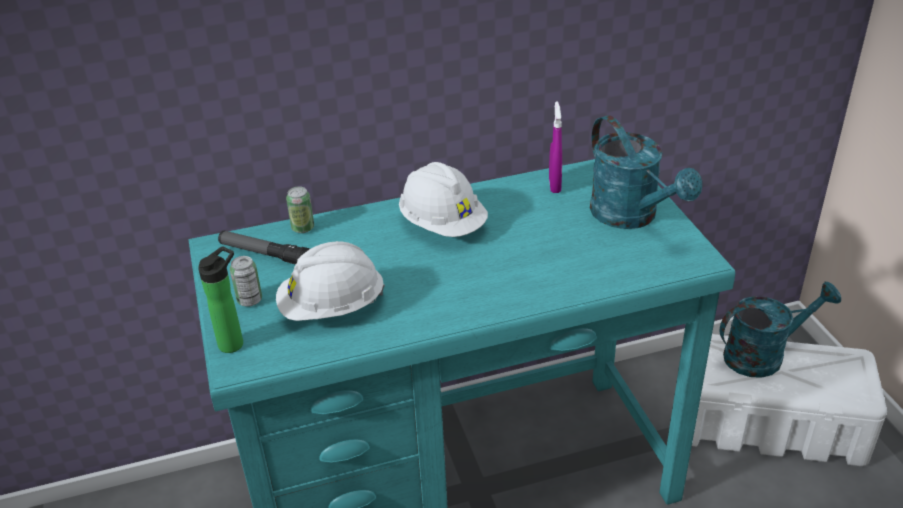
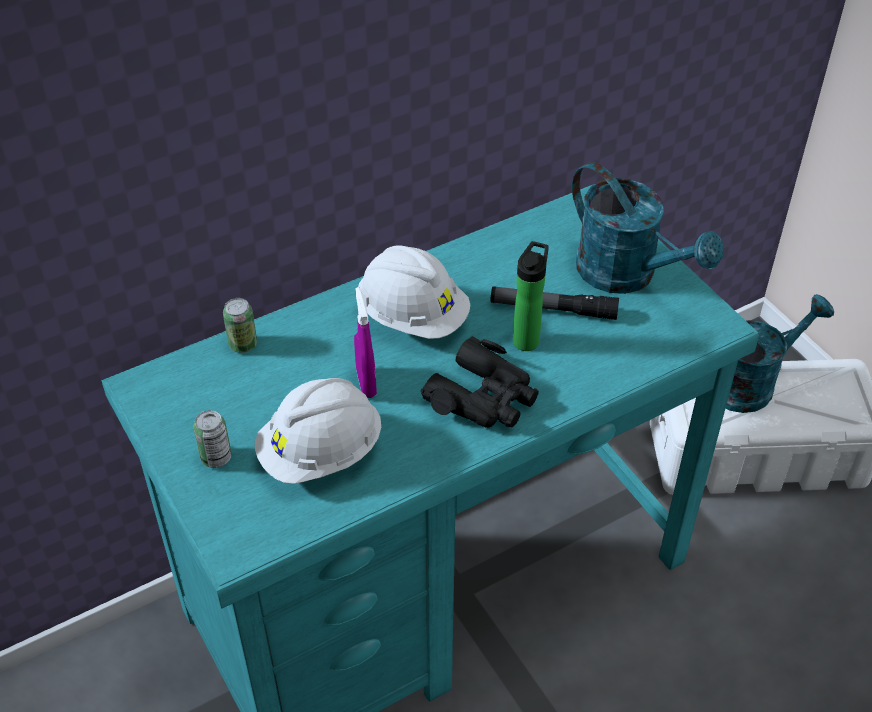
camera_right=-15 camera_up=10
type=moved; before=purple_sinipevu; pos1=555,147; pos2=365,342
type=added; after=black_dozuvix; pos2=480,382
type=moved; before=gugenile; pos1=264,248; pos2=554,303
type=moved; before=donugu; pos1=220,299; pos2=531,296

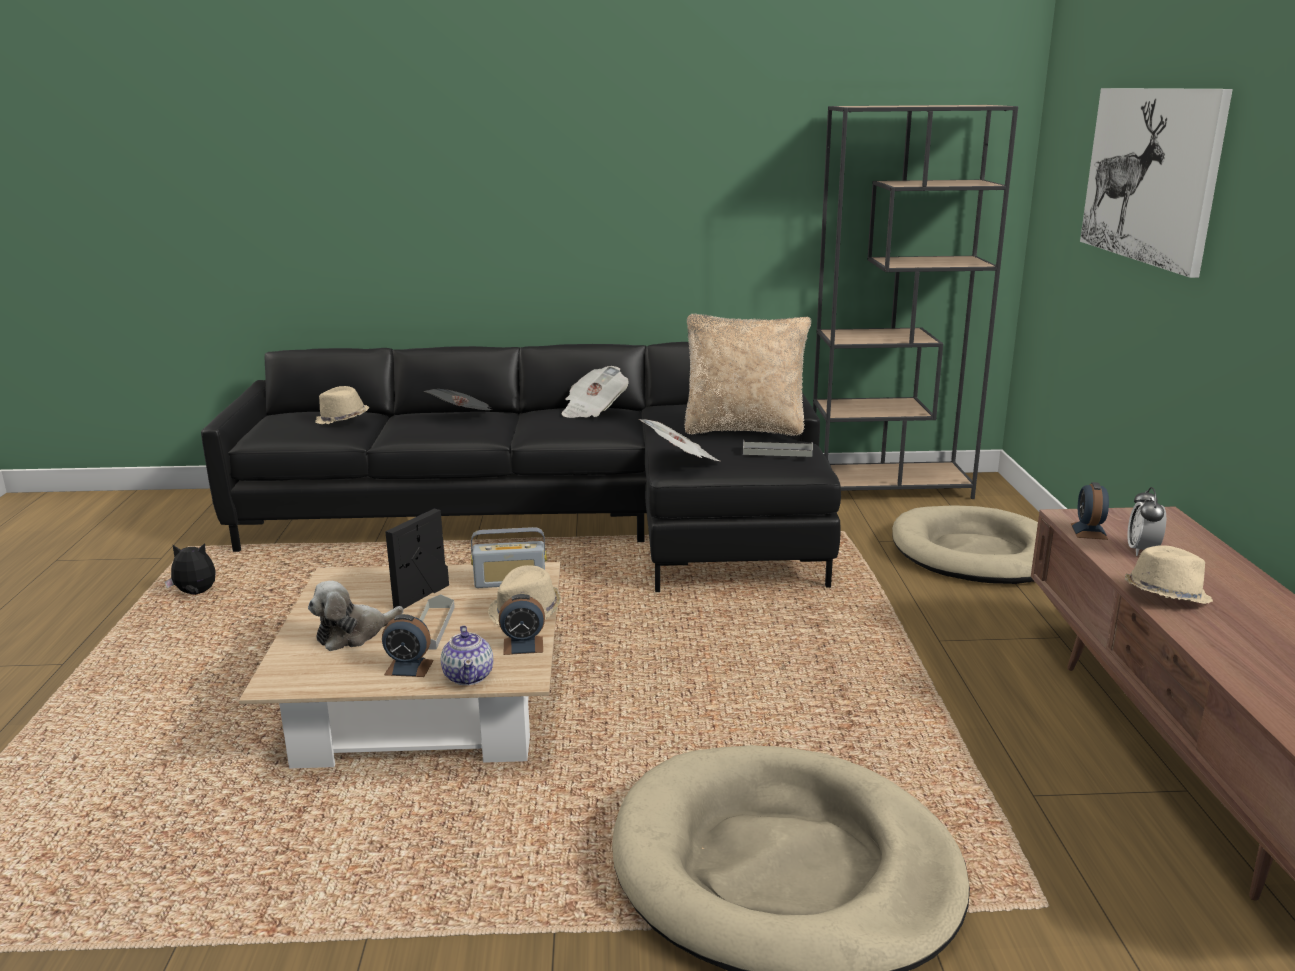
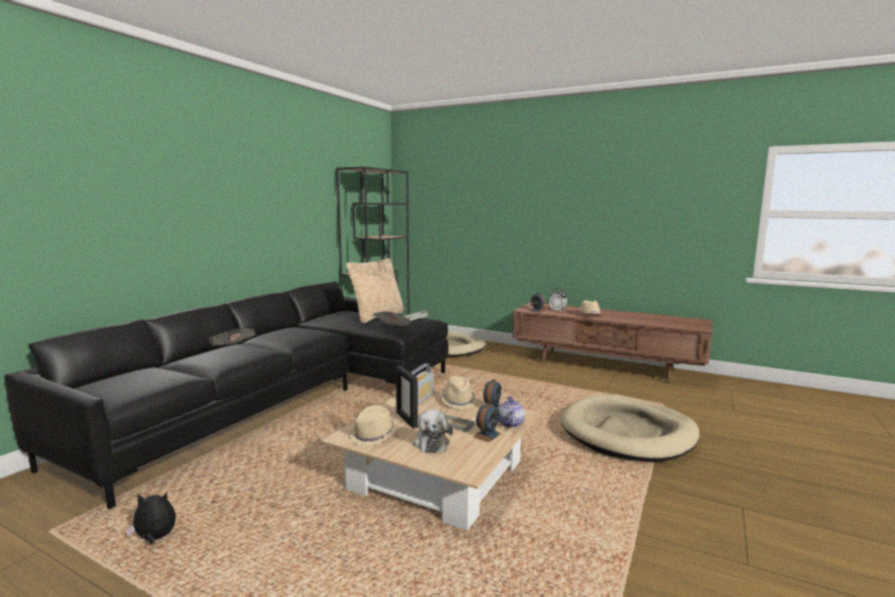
camera_right=-60 camera_up=-10
type=turned; before=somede; pos1=190,569; pos2=151,518; turn=60
type=moved; before=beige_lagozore; pos1=342,405; pos2=372,425
type=turned; before=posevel; pos1=467,655; pos2=511,412; turn=-105
type=removed; before=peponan; pos1=595,392
type=removed; before=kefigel; pos1=1156,183

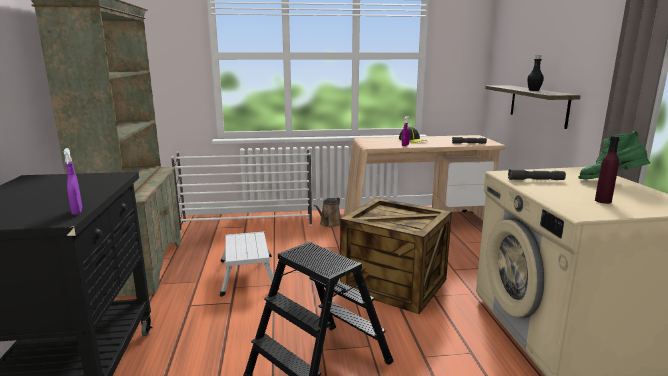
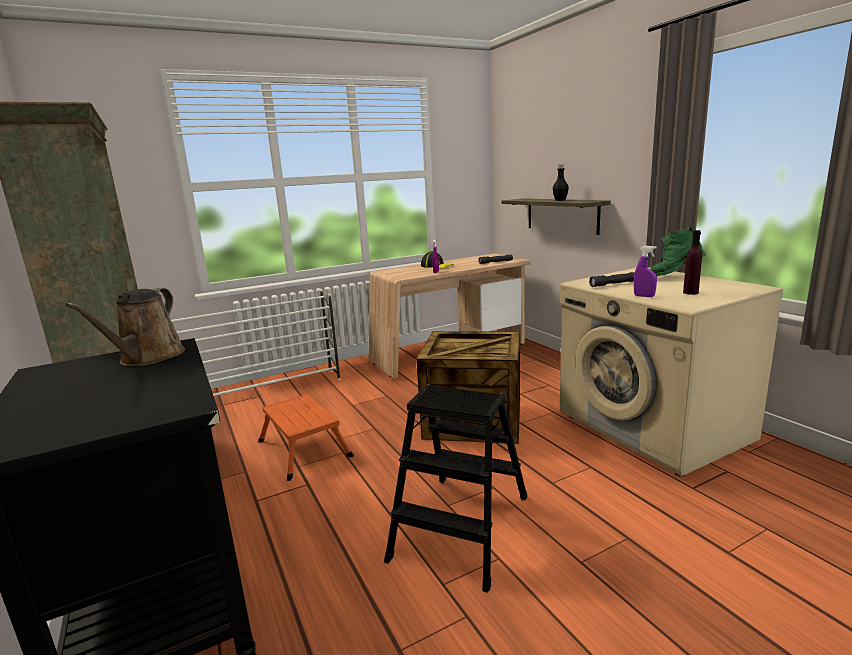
camera_right=-20 camera_up=0
type=moved; before=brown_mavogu; pos1=327,212; pos2=125,327
type=recoloured; before=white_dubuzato; after=orange_dubuzato; pos1=249,264; pos2=306,437
type=moved; before=purple_sinipevu; pos1=73,181; pos2=645,271

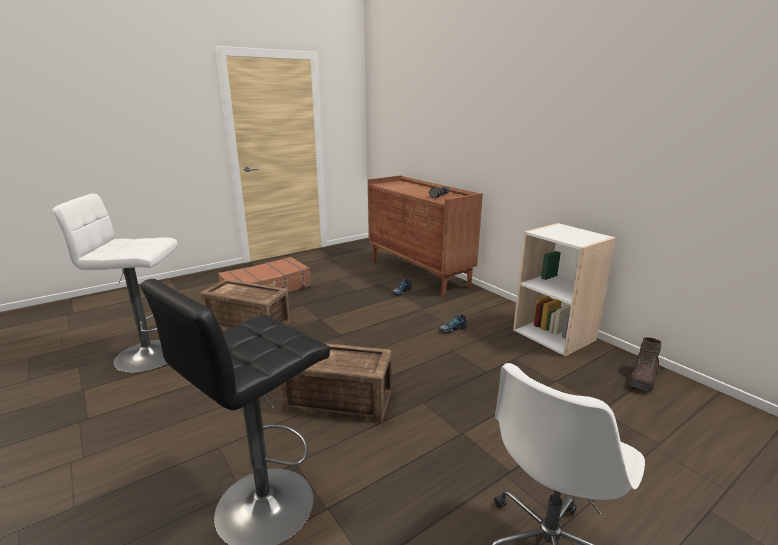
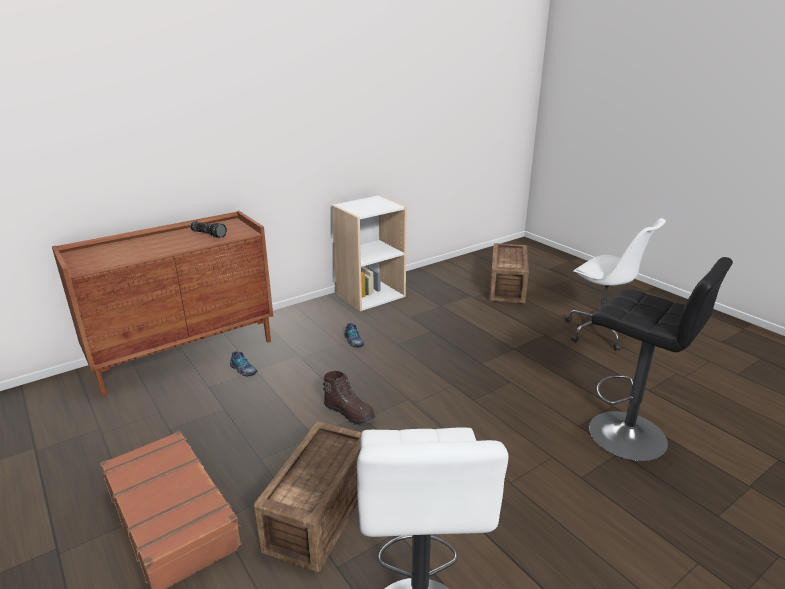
camera_right=-90 camera_up=5
type=moved; before=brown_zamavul; pos1=645,364; pos2=349,398
type=moved; before=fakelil; pos1=335,383; pos2=509,273

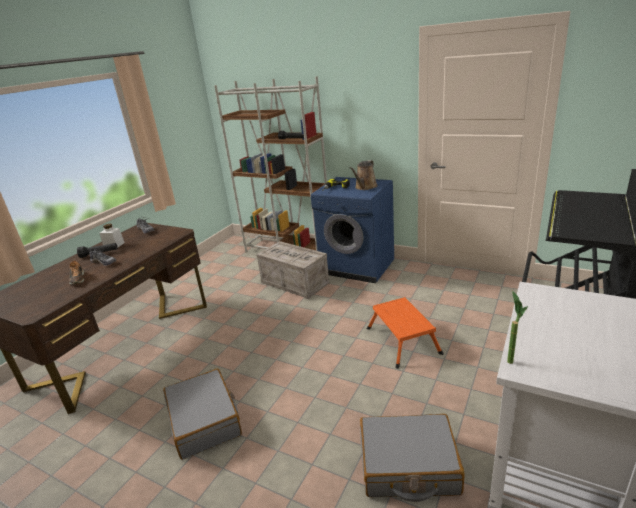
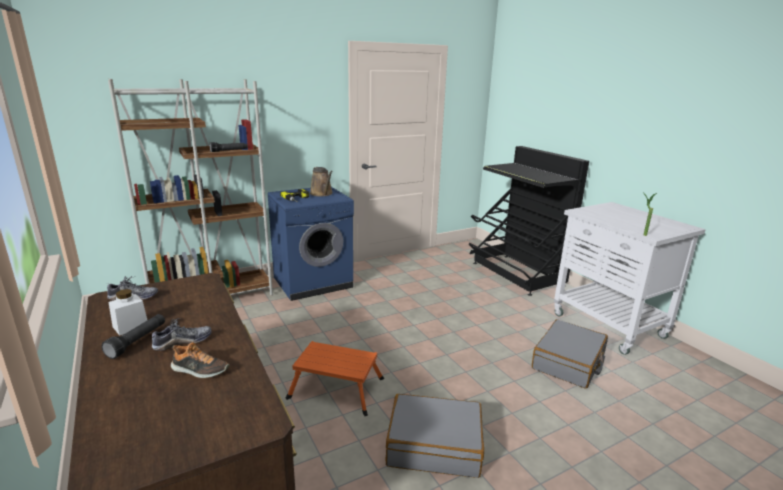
camera_right=-60 camera_up=-5
type=moved; before=orange_dubuzato; pos1=405,333; pos2=335,378
type=removed; before=fakelil; pos1=293,270

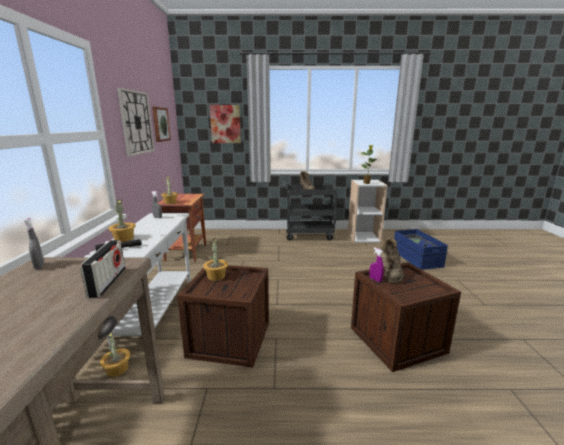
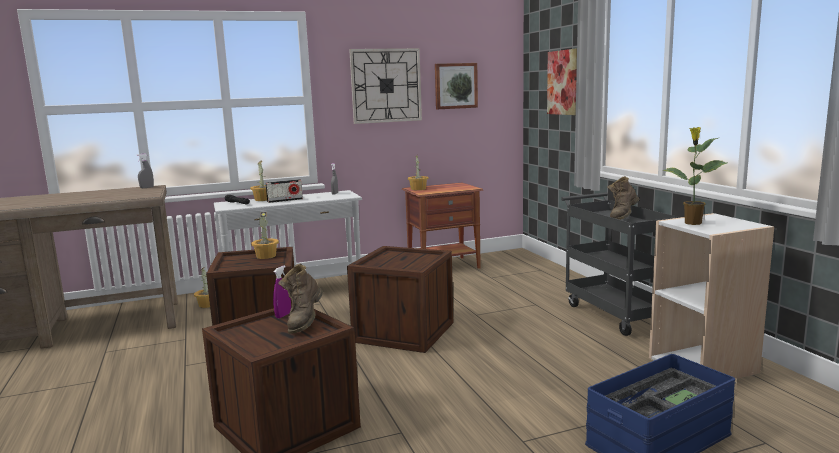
camera_right=70 camera_up=-5
type=moved; before=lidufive; pos1=102,269; pos2=284,191
type=turned; before=brown_zamavul; pos1=392,260; pos2=300,299; turn=-75
type=added; after=fakelil; pos2=400,299

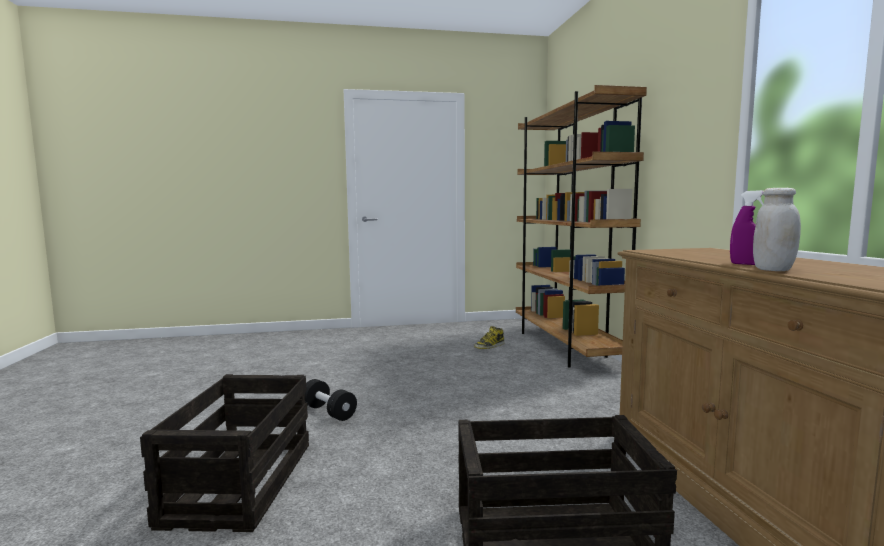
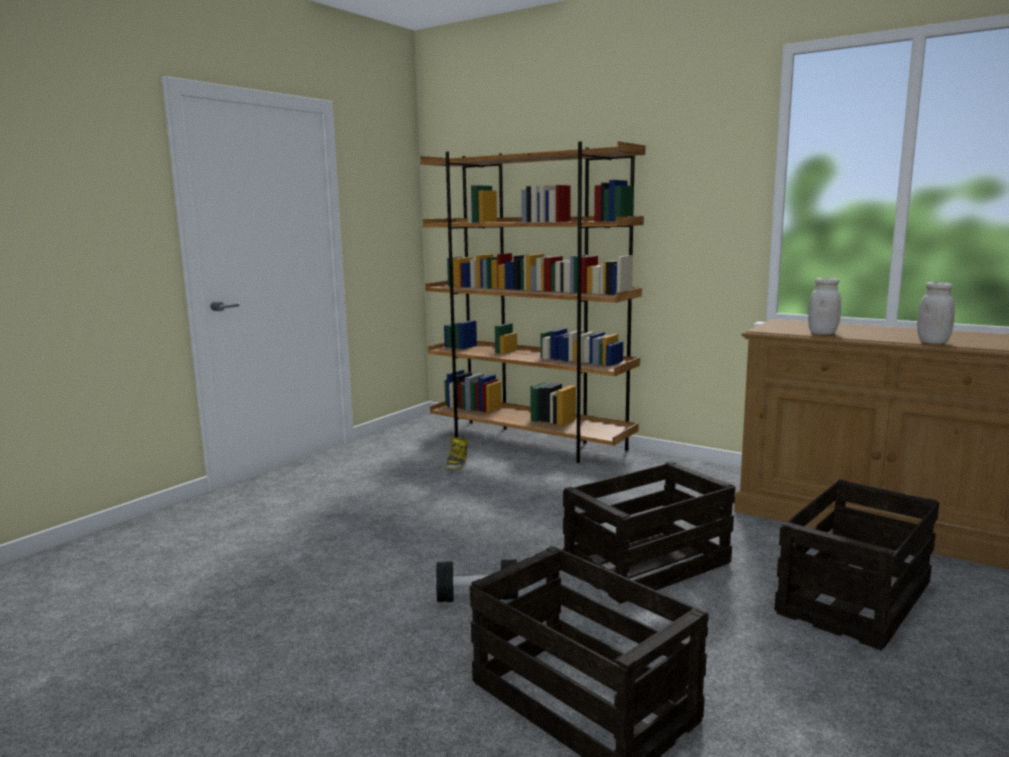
camera_right=-45 camera_up=5
type=added; after=fakelil; pos2=649,532
type=added; after=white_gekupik; pos2=824,306
type=removed; before=purple_sinipevu; pos1=746,227

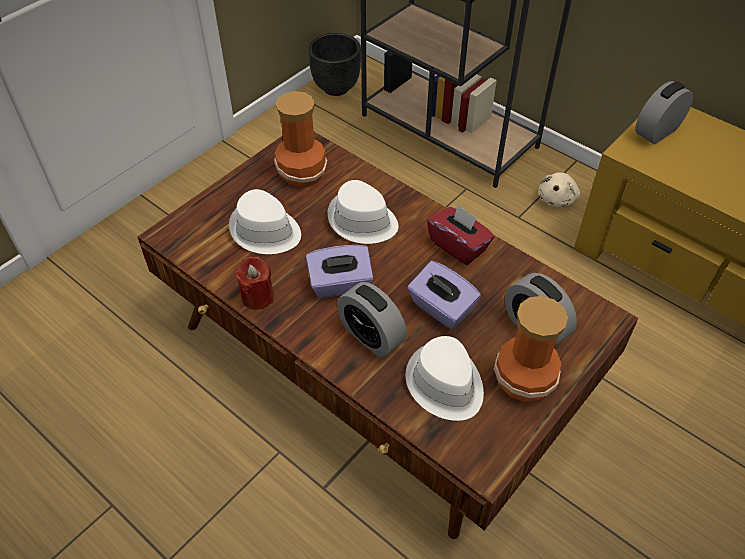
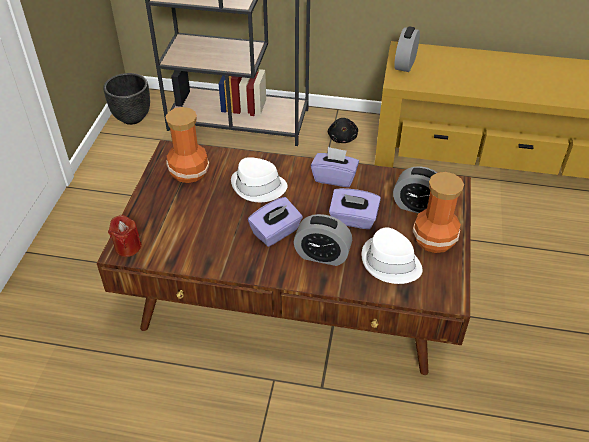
camera_right=-30 camera_up=-5
type=moved; before=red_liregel; pos1=254,283; pos2=125,236
type=recoloured; before=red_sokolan; after=purple_sokolan; pos1=460,234; pos2=335,167
type=recoloured; before=beige_somede; after=black_somede; pos1=559,189; pos2=343,130
type=removed; before=white_lagozore; pos1=265,221

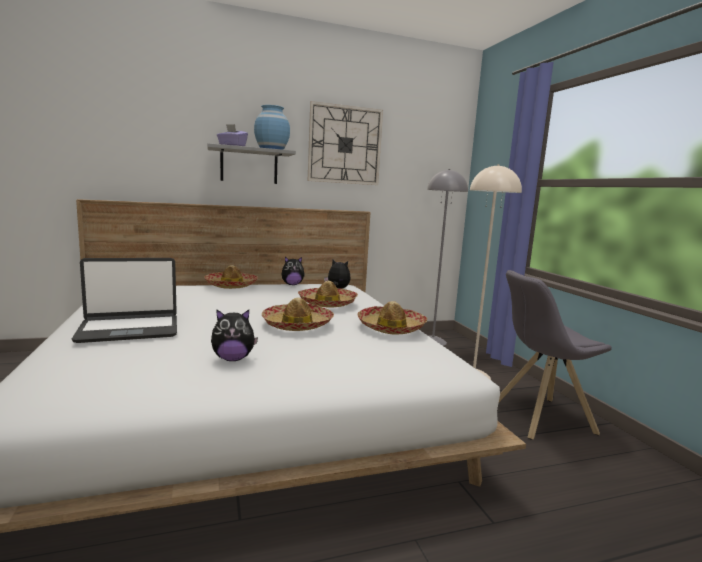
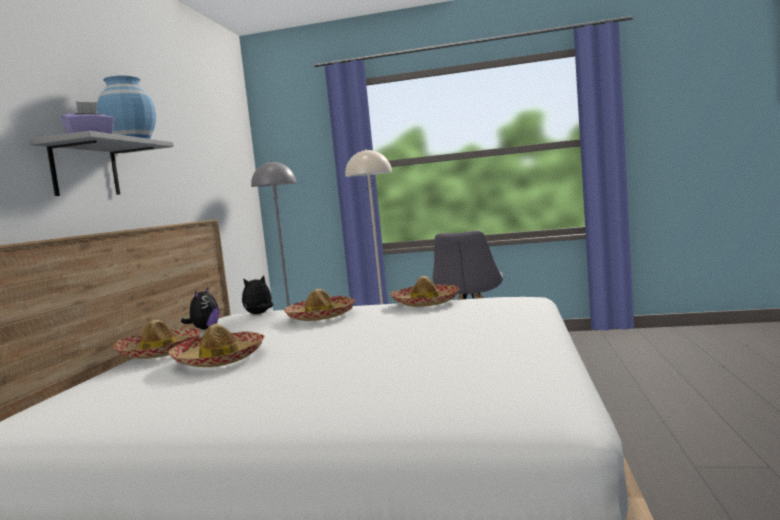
camera_right=-60 camera_up=-5
type=moved; before=lagozore; pos1=298,314; pos2=216,345
type=removed; before=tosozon; pos1=124,300
type=removed; before=somede; pos1=234,335
type=removed; before=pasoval; pos1=345,143

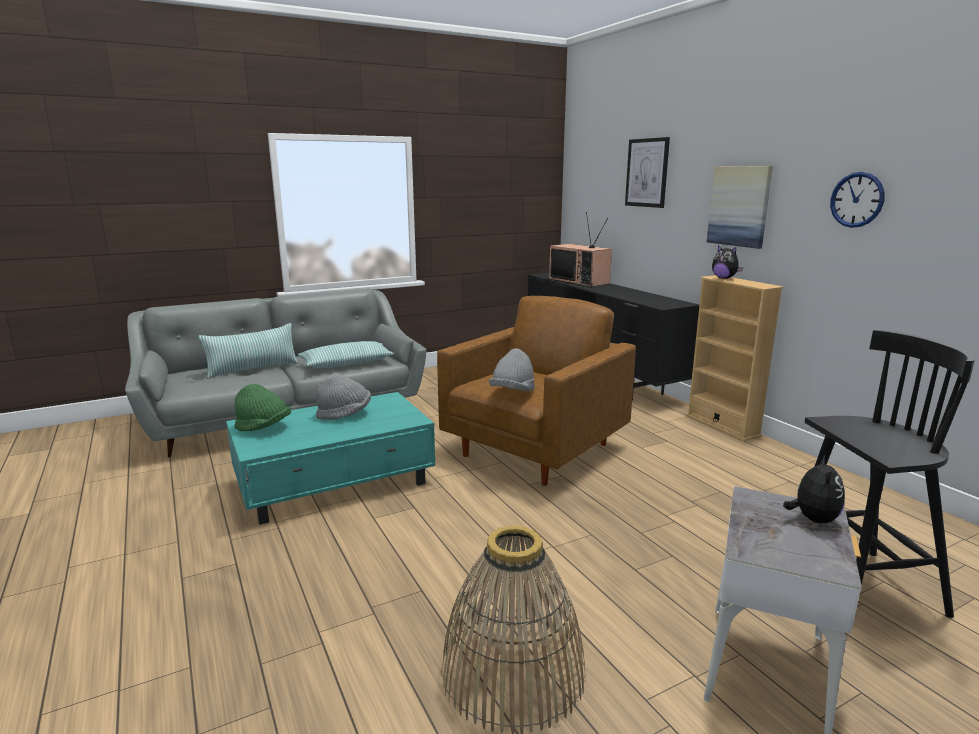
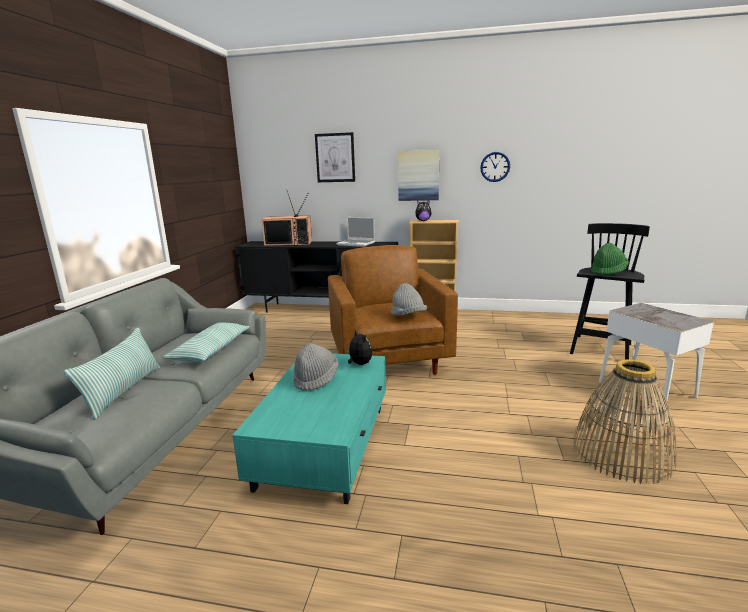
camera_right=-50 camera_up=0
type=added; after=tosozon; pos2=355,232
type=moved; before=somede; pos1=814,489; pos2=359,347
type=moved; before=green_lagozore; pos1=262,408; pos2=610,259

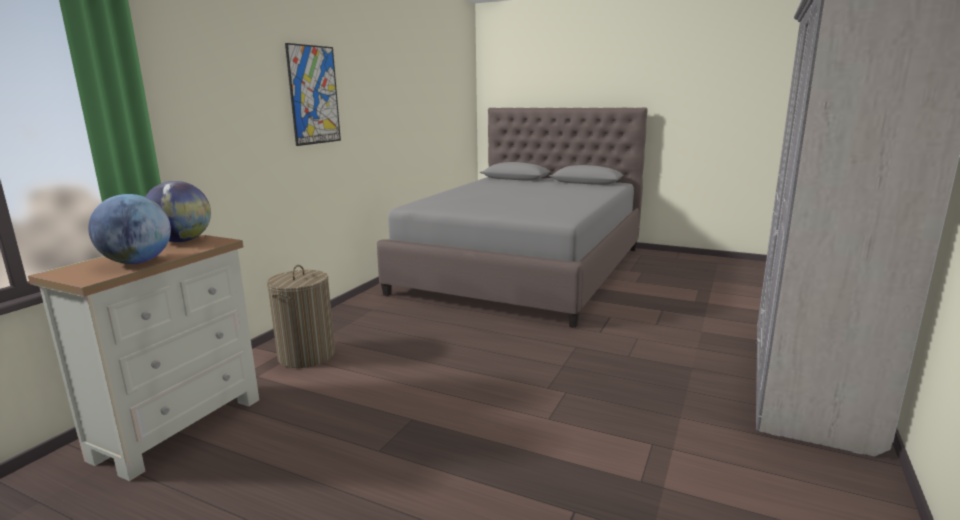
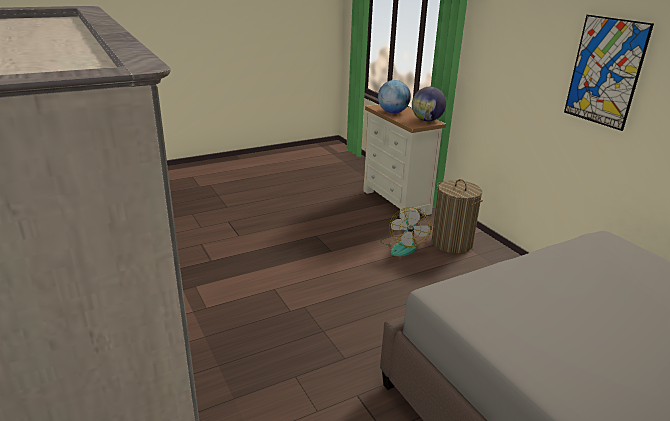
camera_right=125 camera_up=10
type=added; after=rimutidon; pos2=405,231

